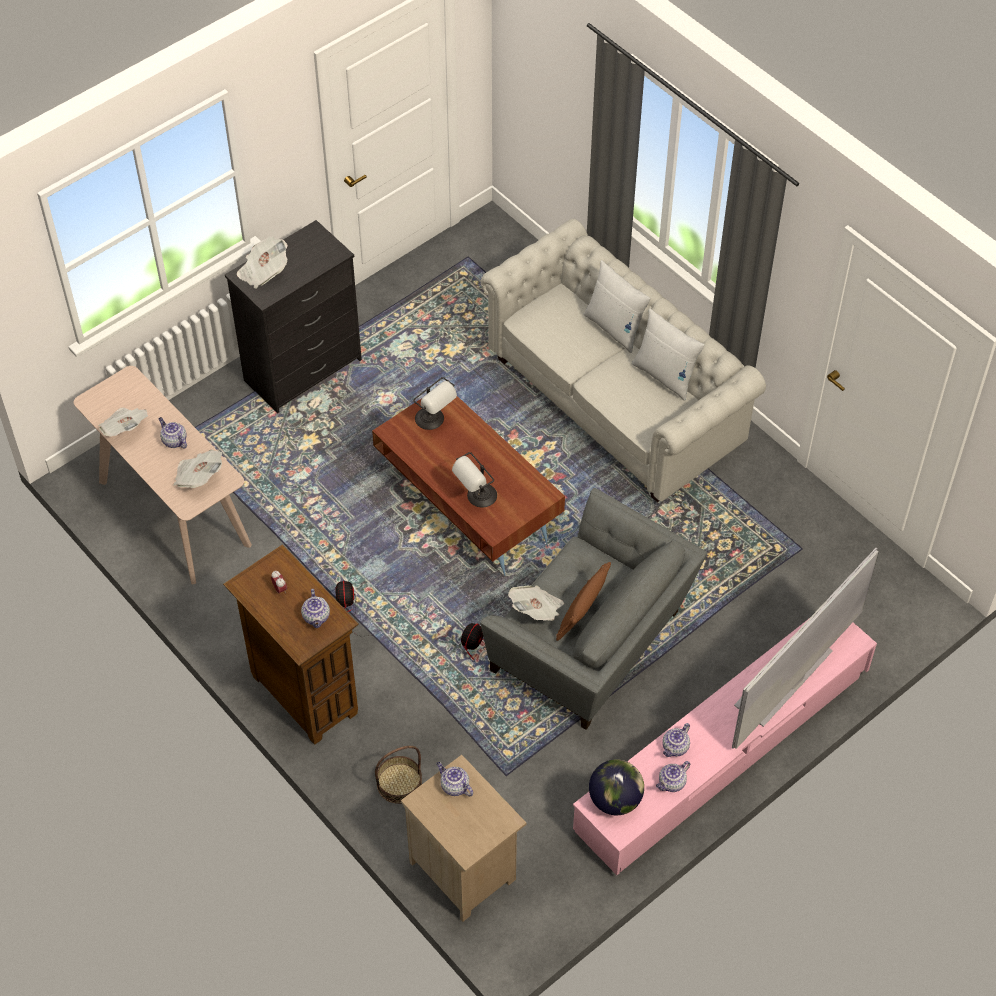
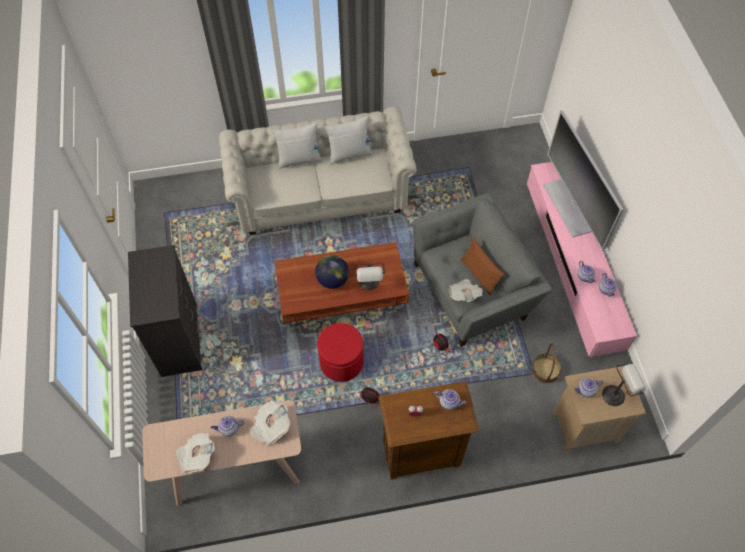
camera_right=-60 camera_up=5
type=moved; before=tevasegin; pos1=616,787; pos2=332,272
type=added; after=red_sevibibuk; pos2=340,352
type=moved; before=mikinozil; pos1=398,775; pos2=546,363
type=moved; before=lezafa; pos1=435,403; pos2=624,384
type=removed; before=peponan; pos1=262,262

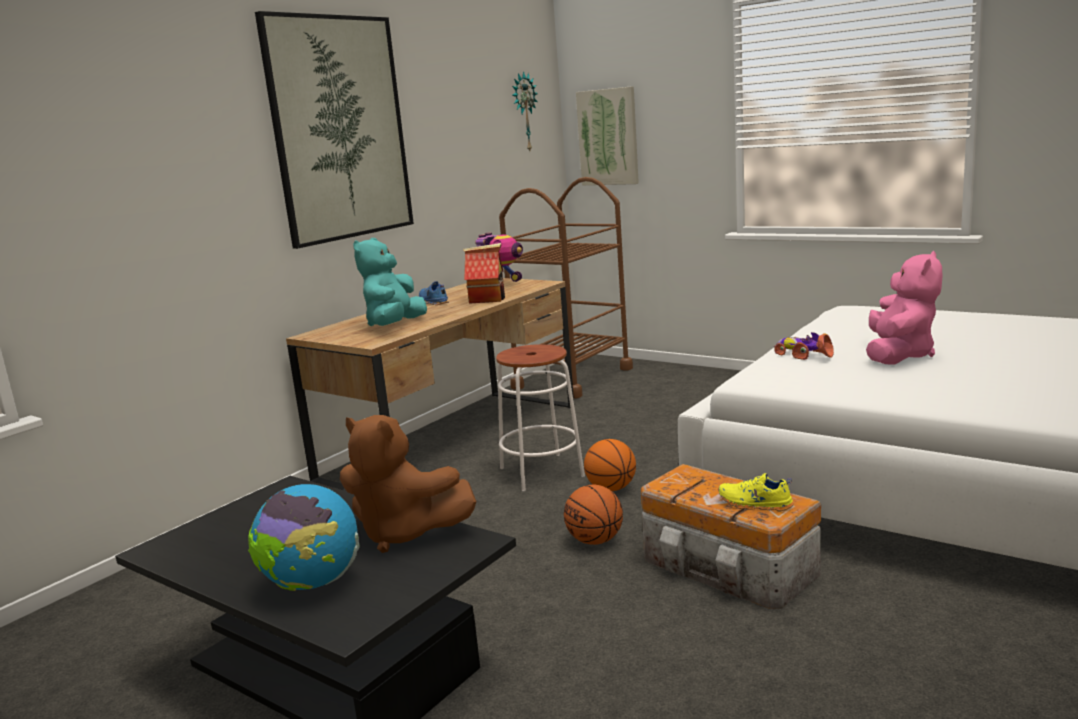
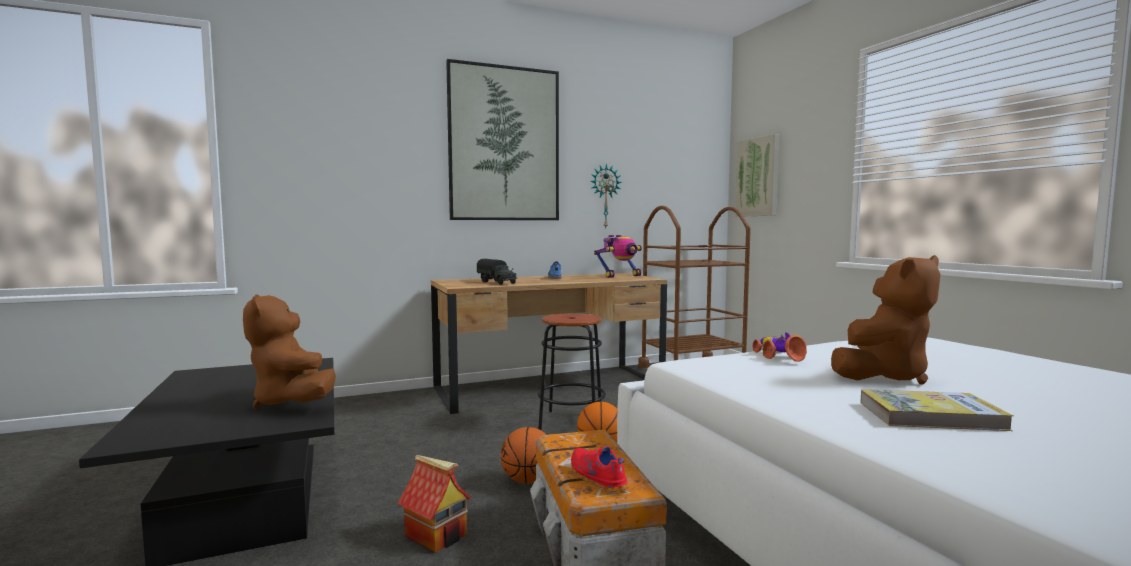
camera_right=30 camera_up=-10
type=moved; before=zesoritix; pos1=484,273; pos2=434,504
type=replaced; before=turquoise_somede; after=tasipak; pos1=390,282; pos2=496,272
type=recoloured; before=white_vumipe; after=black_vumipe; pos1=540,417; pos2=572,371
type=recoloured; before=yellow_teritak; after=red_teritak; pos1=756,492; pos2=600,469
type=moved; before=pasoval; pos1=525,111; pos2=606,195
type=recoloured; before=pink_somede; after=brown_somede; pos1=904,308; pos2=886,319
type=added; after=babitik; pos2=937,410
type=removed; before=tevasegin; pos1=303,537

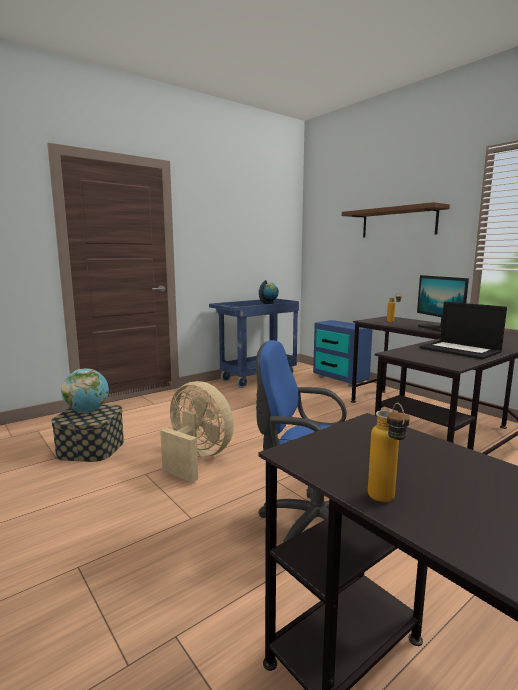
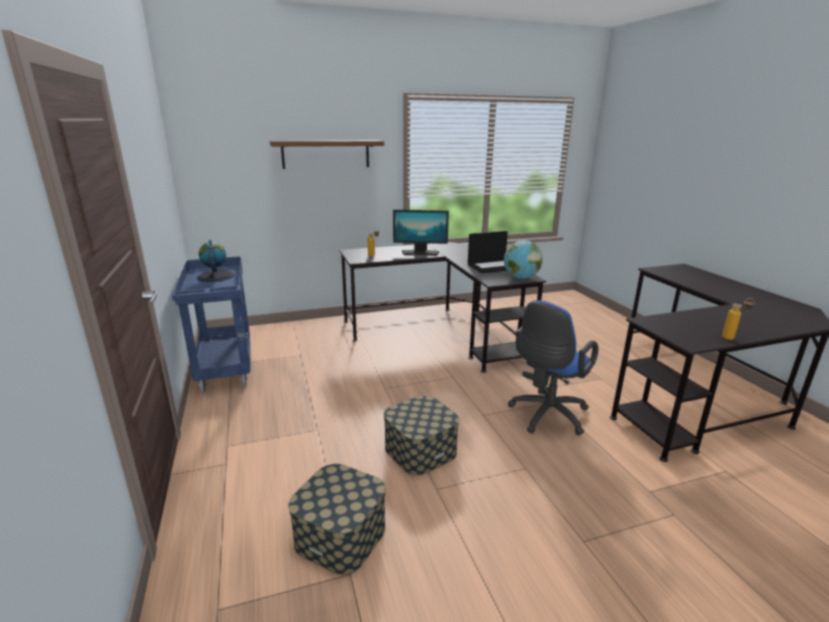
camera_right=-70 camera_up=10
type=replaced; before=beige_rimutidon; after=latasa; pos1=197,432; pos2=421,435
type=moved; before=tevasegin; pos1=85,390; pos2=523,259
type=removed; before=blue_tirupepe; pos1=343,353

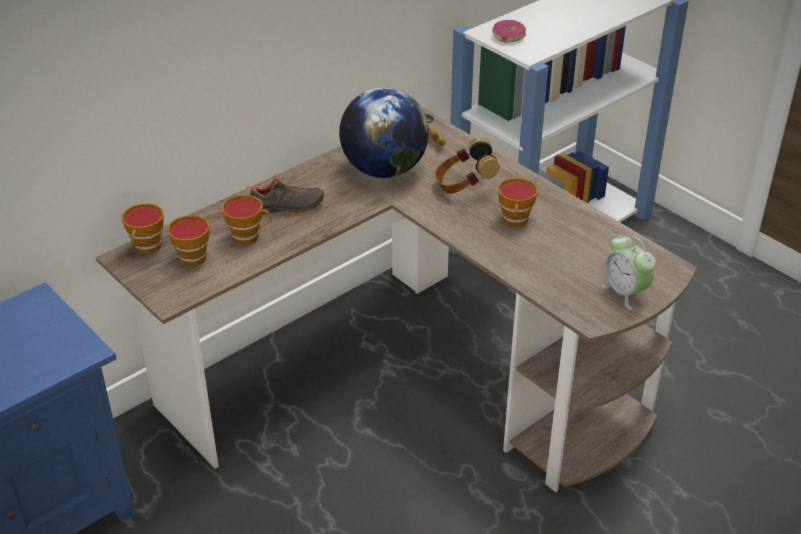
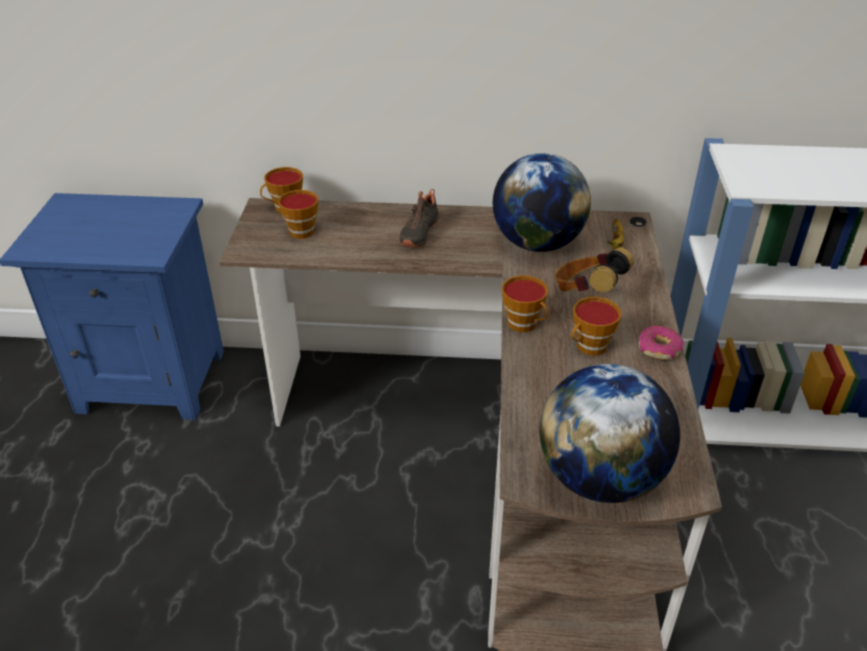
camera_right=45 camera_up=0
type=turned; before=black_teritak; pos1=285,195; pos2=419,217; turn=75
type=moved; before=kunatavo; pos1=246,220; pos2=525,303
type=replaced; before=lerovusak; after=tevasegin; pos1=628,272; pos2=610,433
type=moved; before=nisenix; pos1=509,31; pos2=661,342

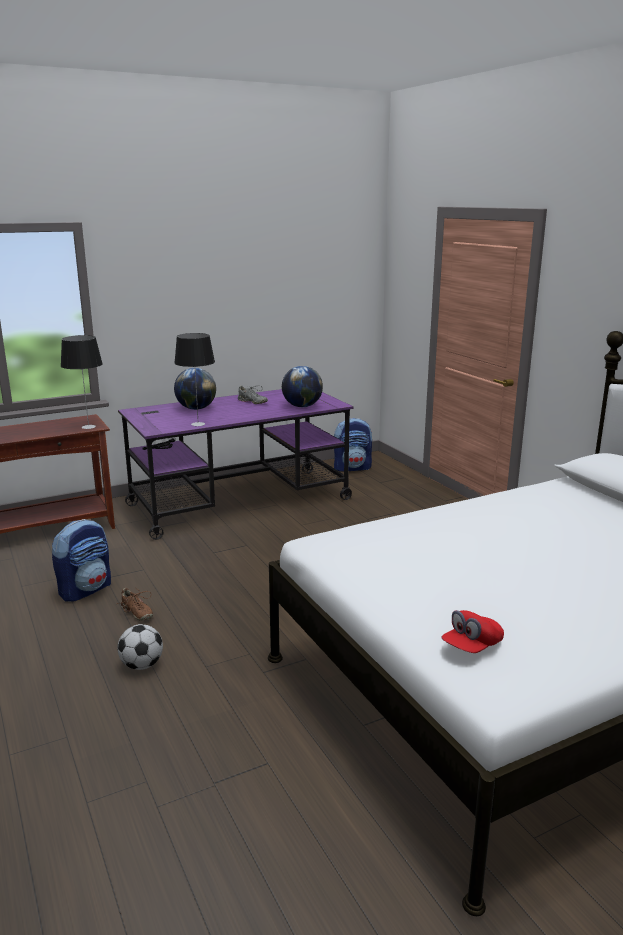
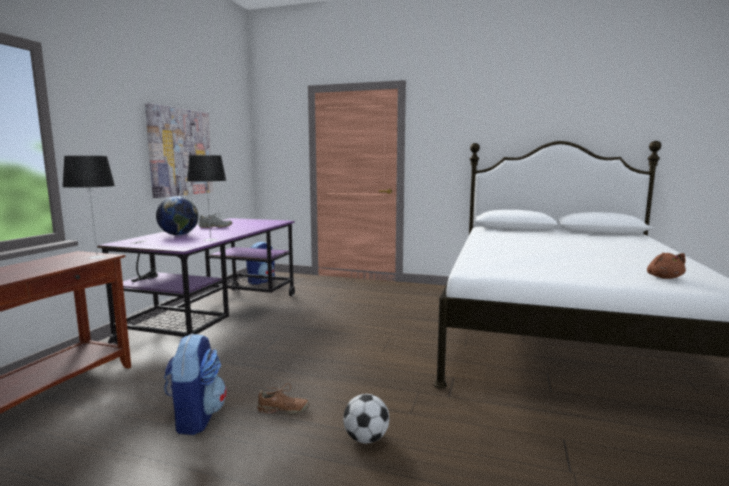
camera_right=-45 camera_up=-10
type=added; after=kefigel; pos2=179,150
type=replaced; before=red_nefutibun; after=brown_somede; pos1=472,631; pos2=666,265
type=removed; before=tevasegin; pos1=302,386

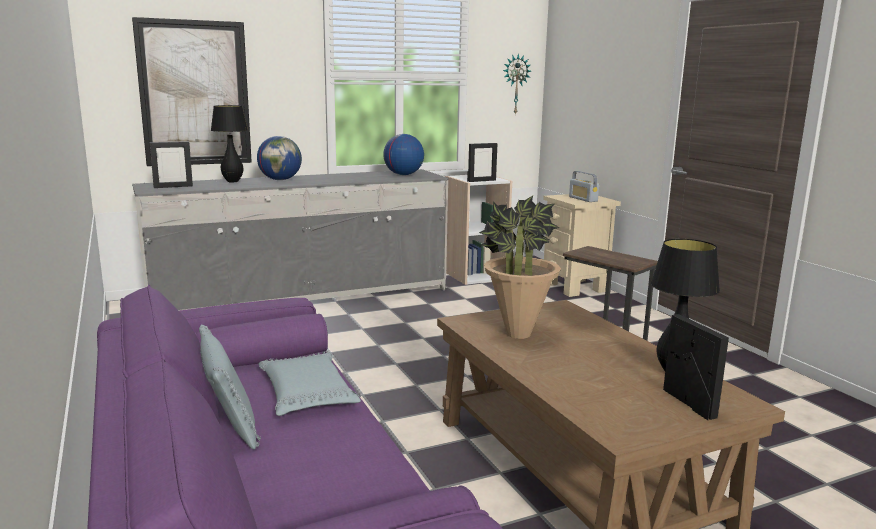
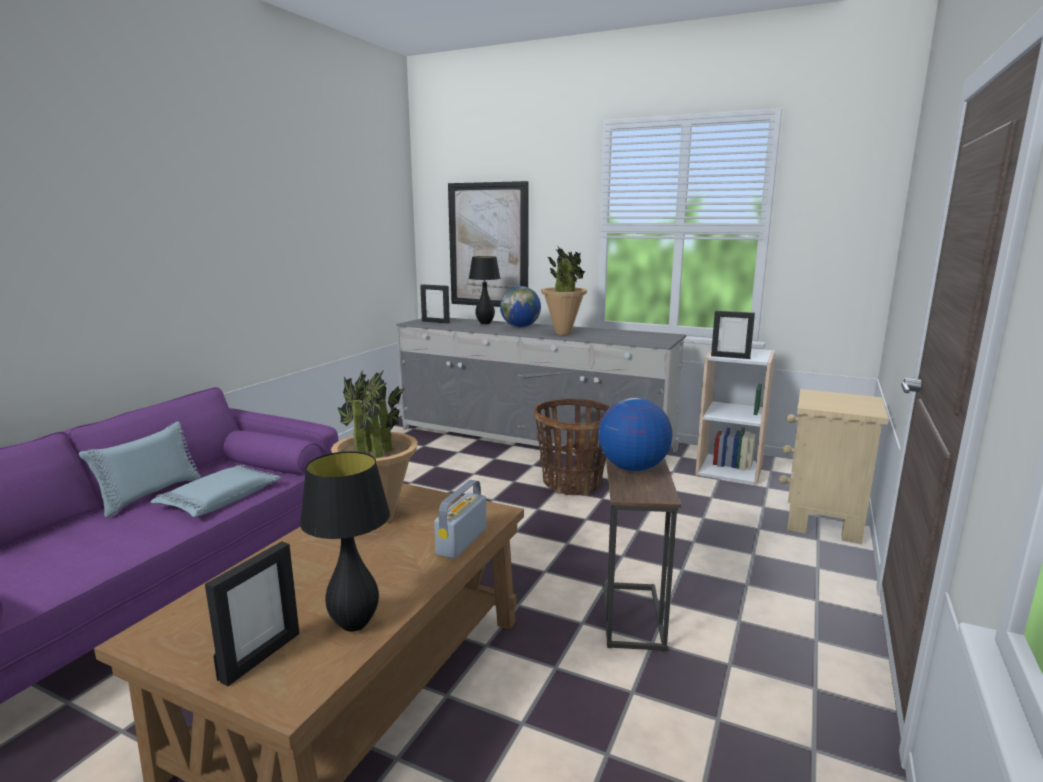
camera_right=50 camera_up=0
type=moved; before=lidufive; pos1=584,186; pos2=460,519
type=added; after=mikinozil; pos2=572,447
type=added; after=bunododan; pos2=564,291
type=moved; before=tevasegin; pos1=403,154; pos2=635,434
type=removed; before=pasoval; pos1=517,84

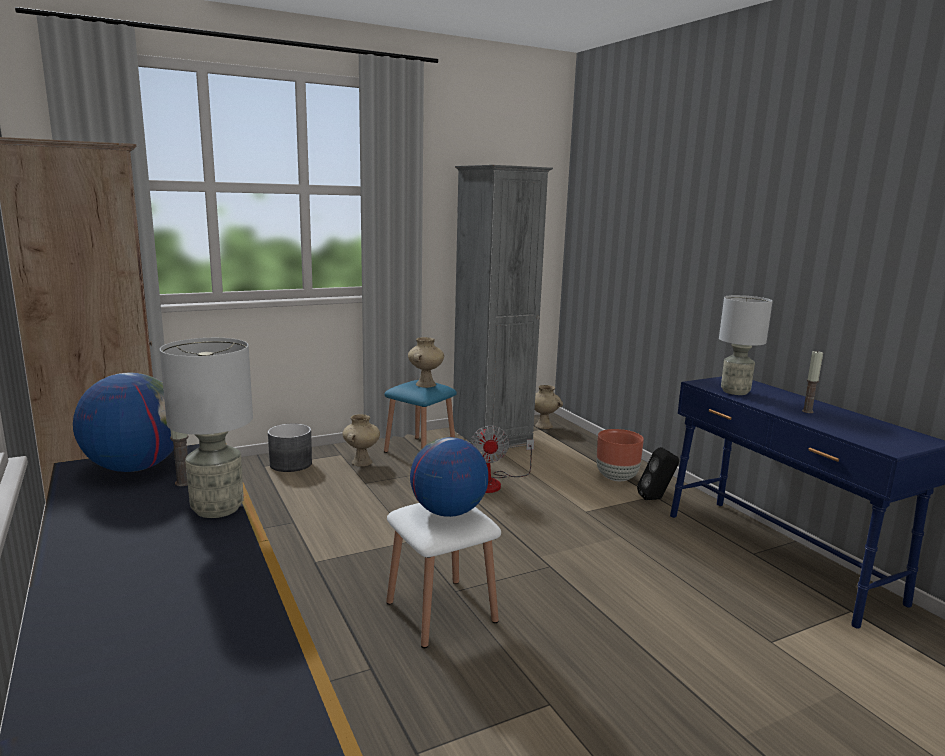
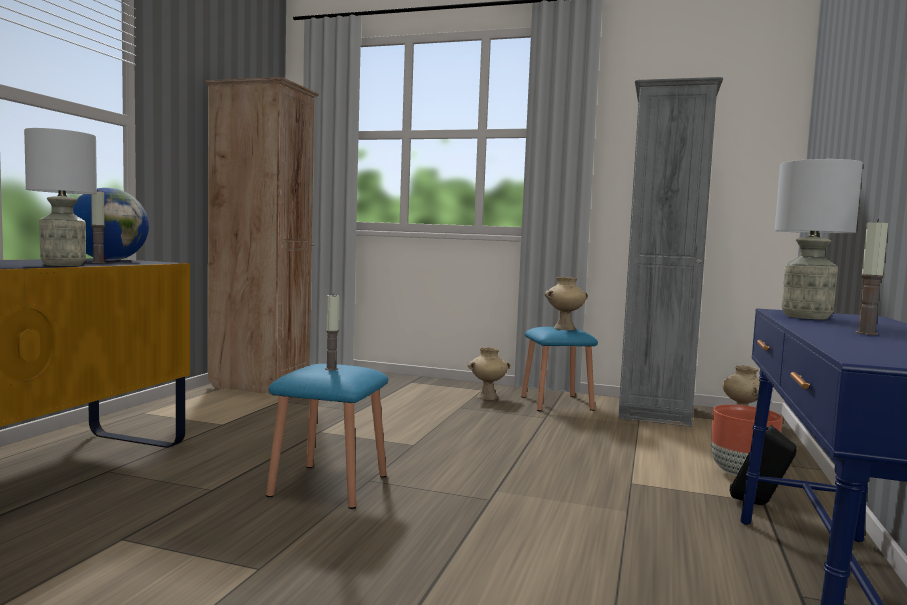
camera_right=45 camera_up=-10
type=recoloured; before=white_vumipe; after=blue_vumipe; pos1=443,575; pos2=327,436
type=replaced; before=tevasegin; after=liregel; pos1=449,477; pos2=332,332
type=removed; before=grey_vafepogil; pos1=290,448
type=removed; before=rimutidon; pos1=502,459

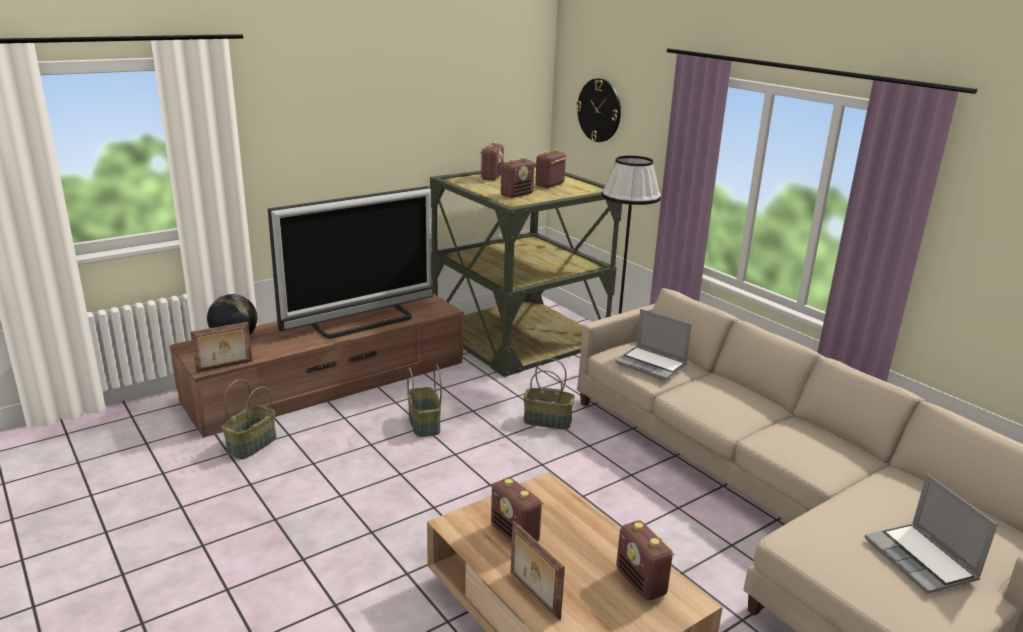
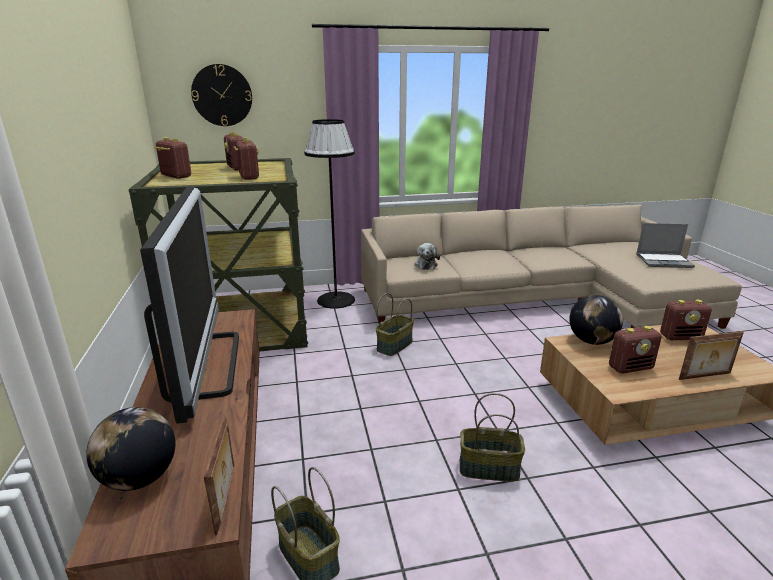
camera_right=-65 camera_up=0
type=replaced; before=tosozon; after=somede; pos1=653,344; pos2=427,256
type=moved; before=mikinozil; pos1=424,400; pos2=492,437
type=added; after=tevasegin; pos2=596,320

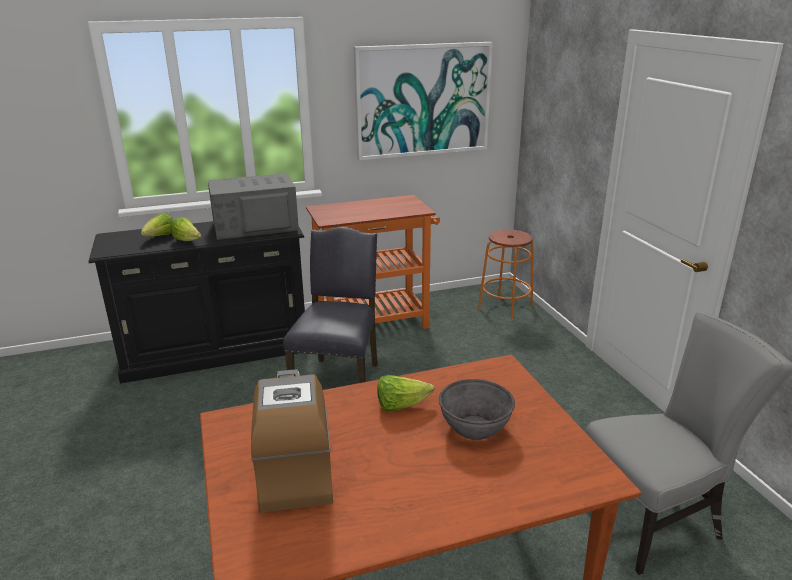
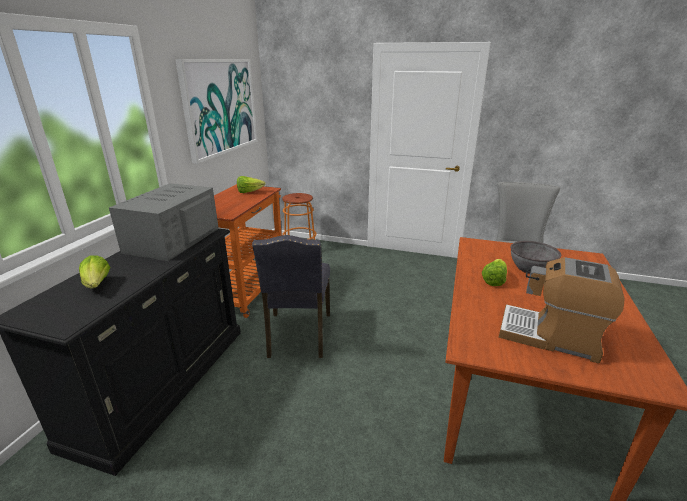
camera_right=-55 camera_up=0
type=moved; before=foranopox; pos1=186,229; pos2=251,184
type=turned; before=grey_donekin; pos1=330,304; pos2=291,296; turn=-135

